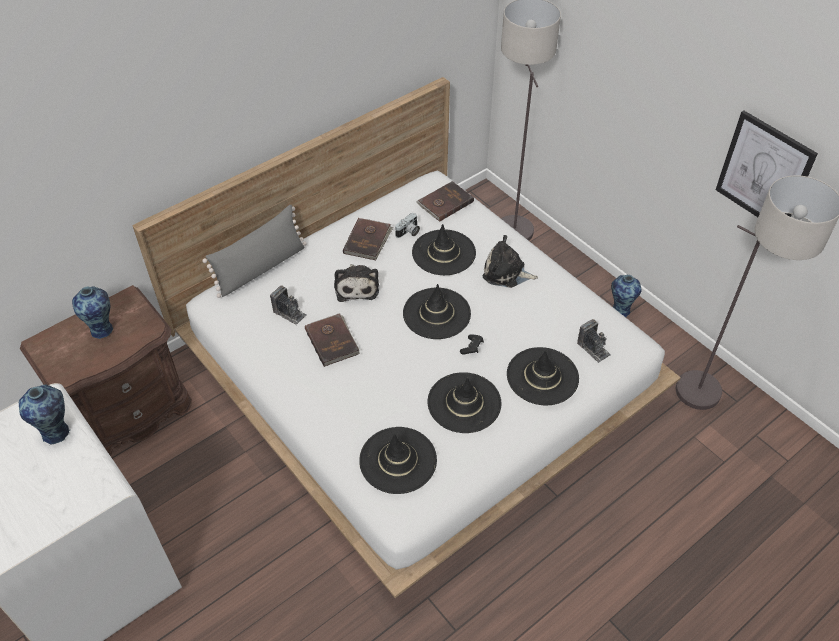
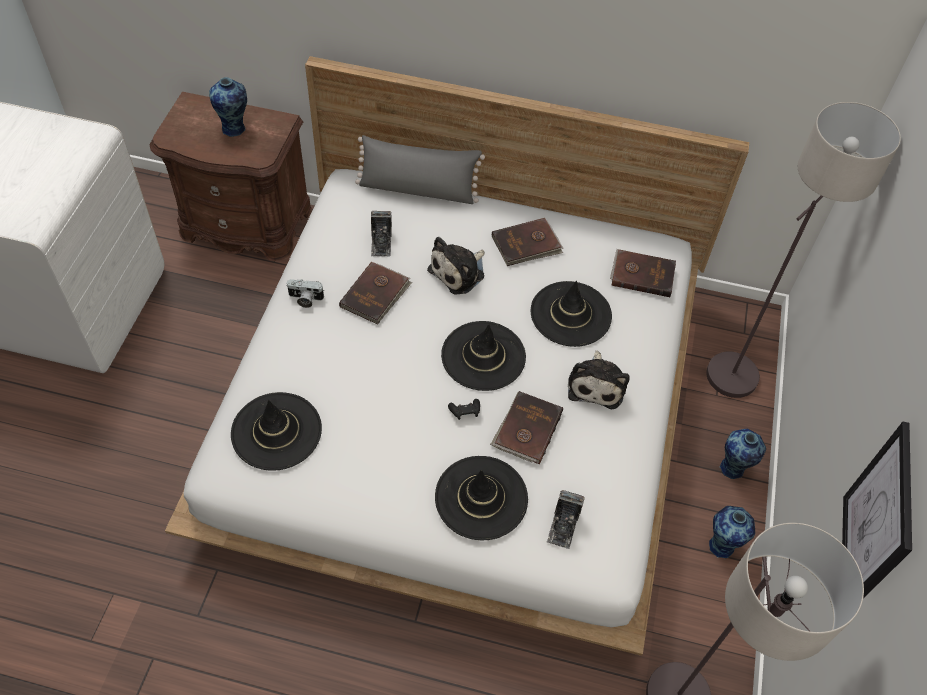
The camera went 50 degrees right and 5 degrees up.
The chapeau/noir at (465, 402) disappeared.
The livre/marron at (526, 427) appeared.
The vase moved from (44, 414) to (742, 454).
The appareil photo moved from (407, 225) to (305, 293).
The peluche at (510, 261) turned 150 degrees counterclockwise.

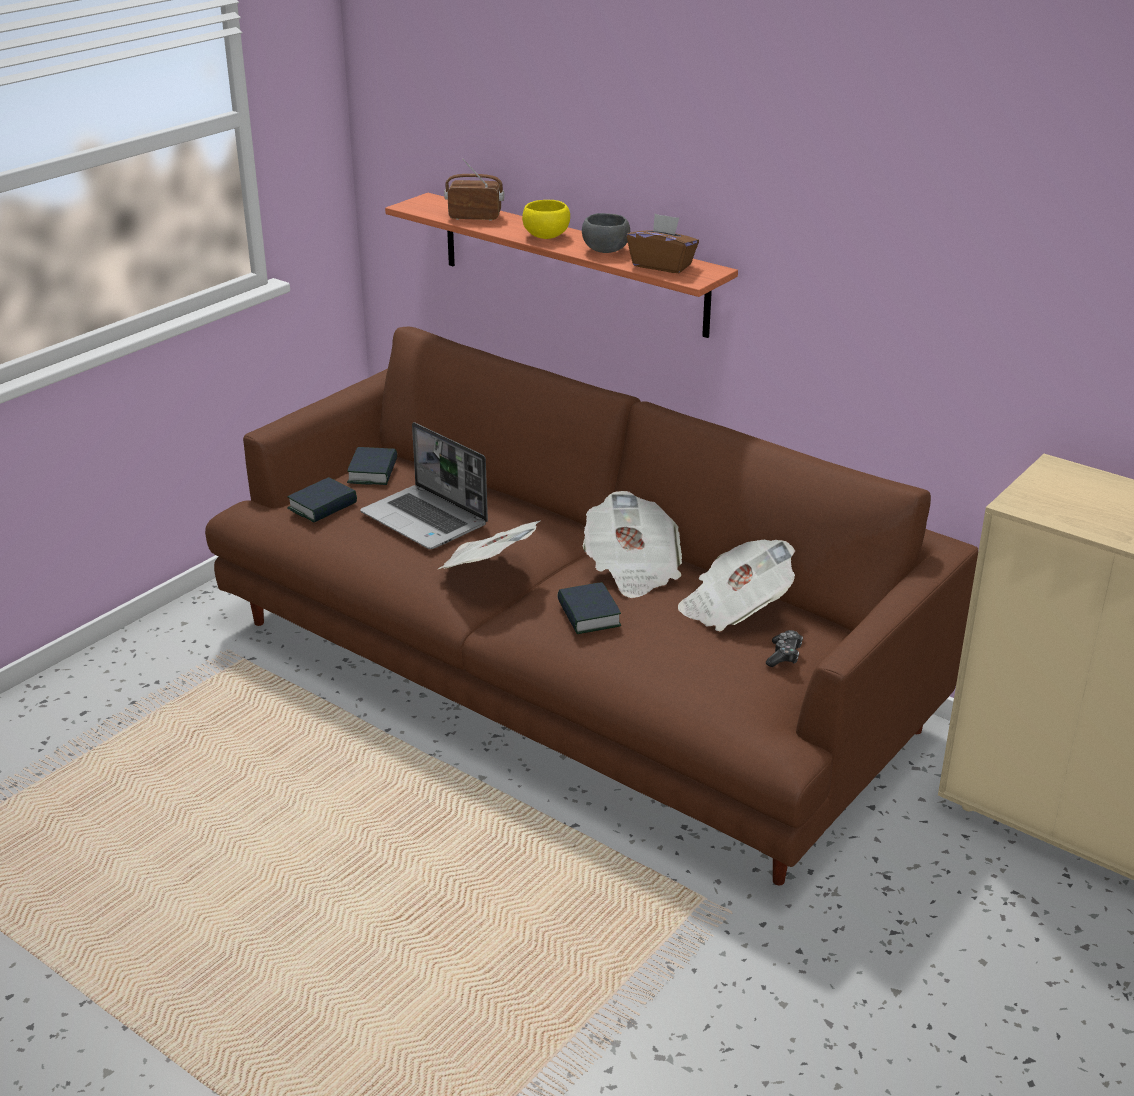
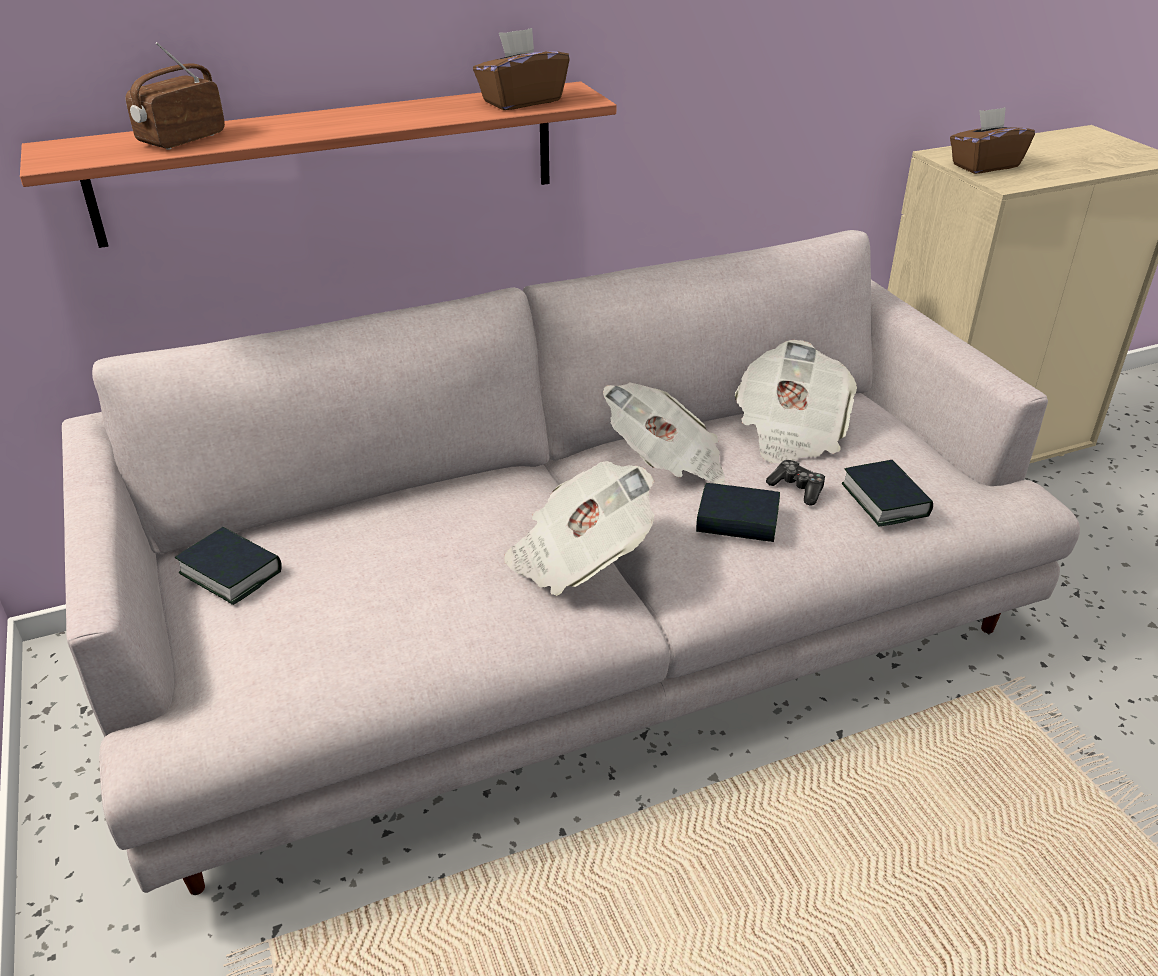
The camera went 60 degrees left and 5 degrees up.
The ordinateur portable at (424, 485) disappeared.
The bol/jaune at (546, 219) disappeared.
The bol/gris at (606, 233) disappeared.
The boîte à mouchoirs/marron at (992, 140) appeared.
The livre moved from (322, 499) to (887, 493).
The manette moved from (784, 648) to (795, 482).
The canapé/marron at (591, 606) became the canapé/blanc at (571, 562).

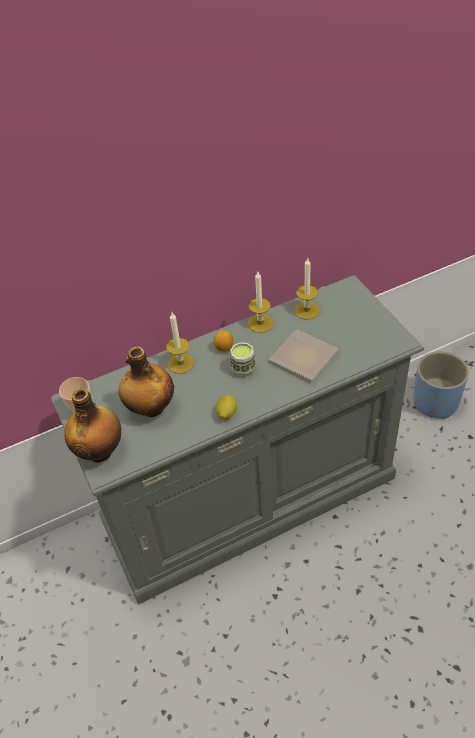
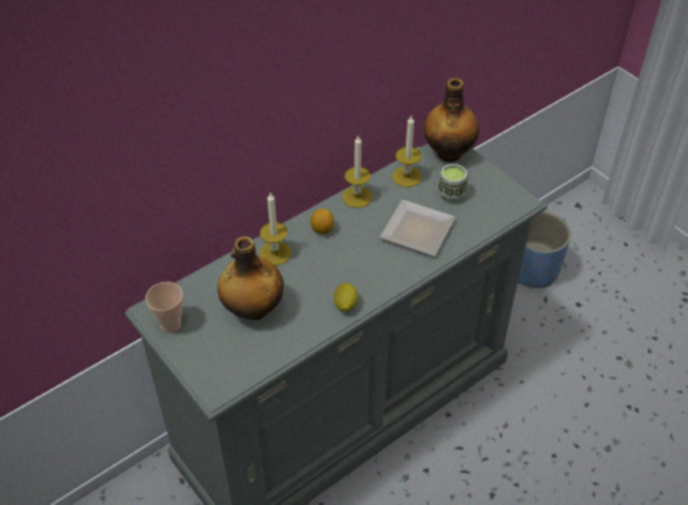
The camera went 15 degrees left and 0 degrees up.
The bouteille moved from (92, 425) to (451, 120).
The tasse moved from (243, 359) to (452, 183).

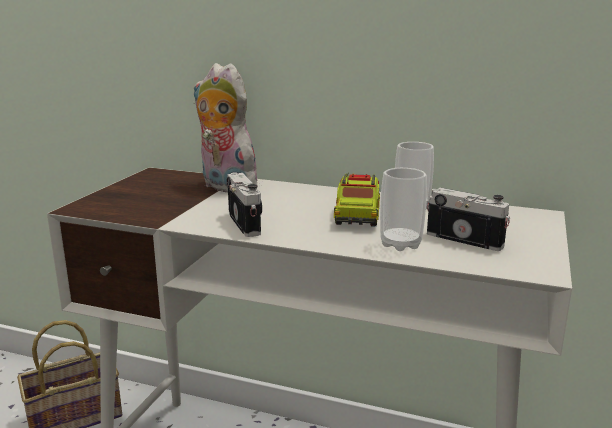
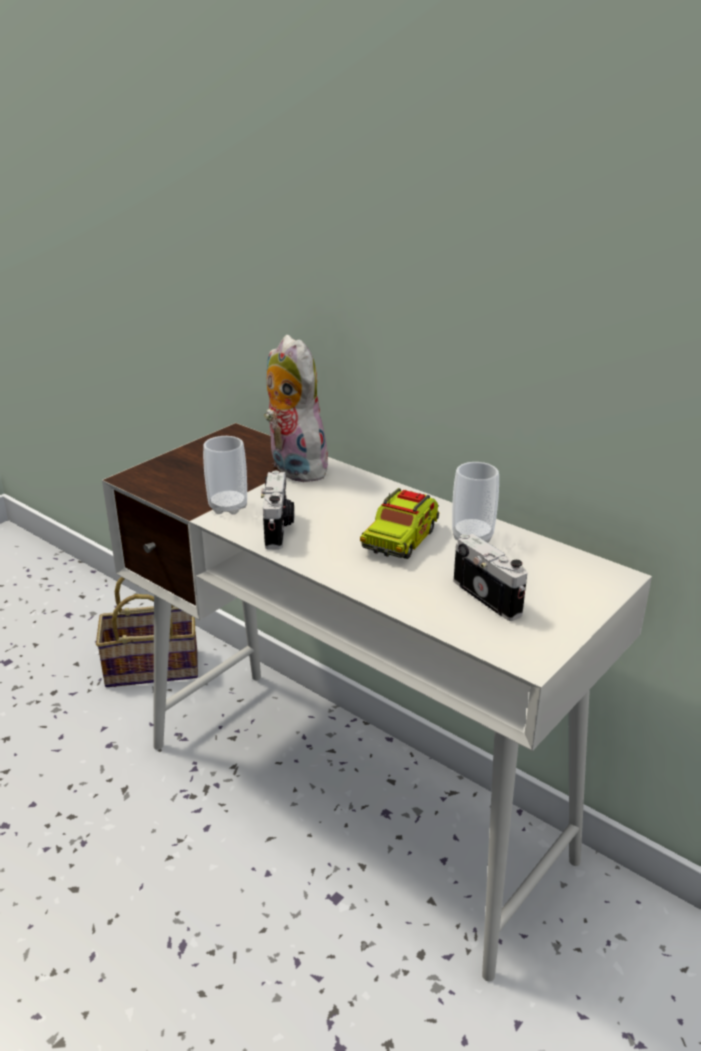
The camera went 20 degrees right and 10 degrees up.
The tasse moved from (403, 209) to (225, 475).

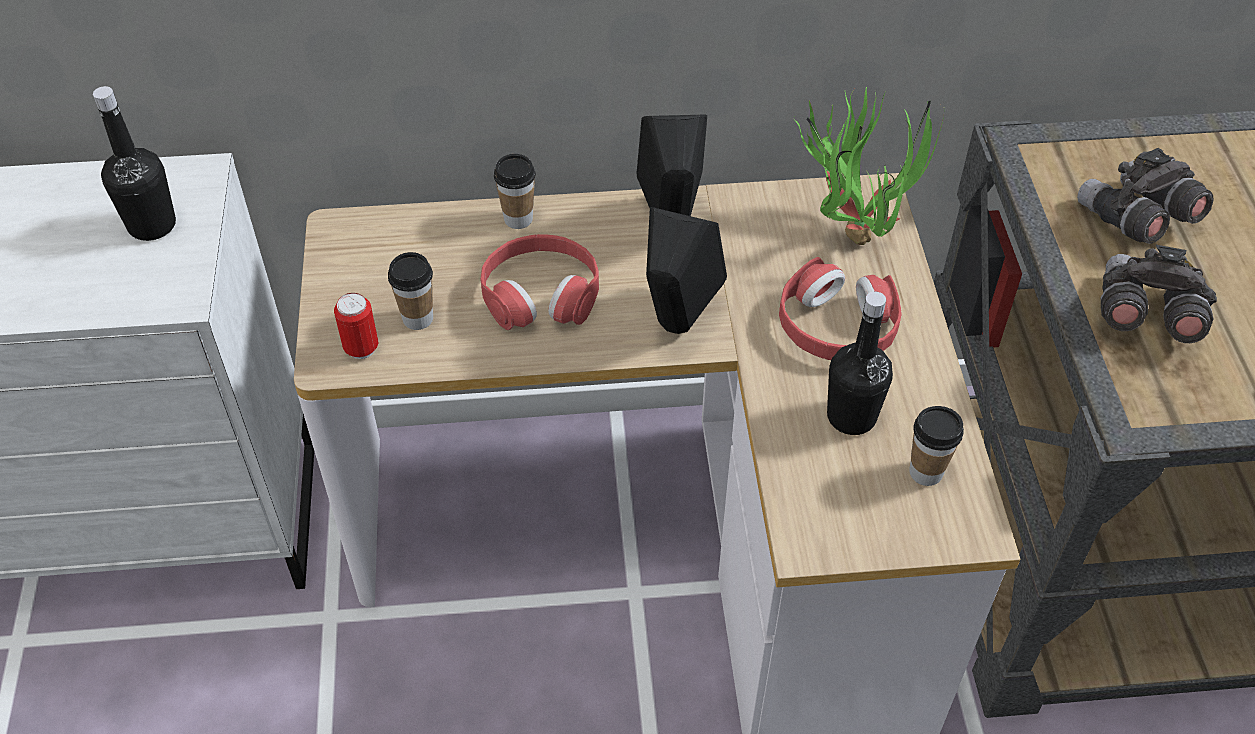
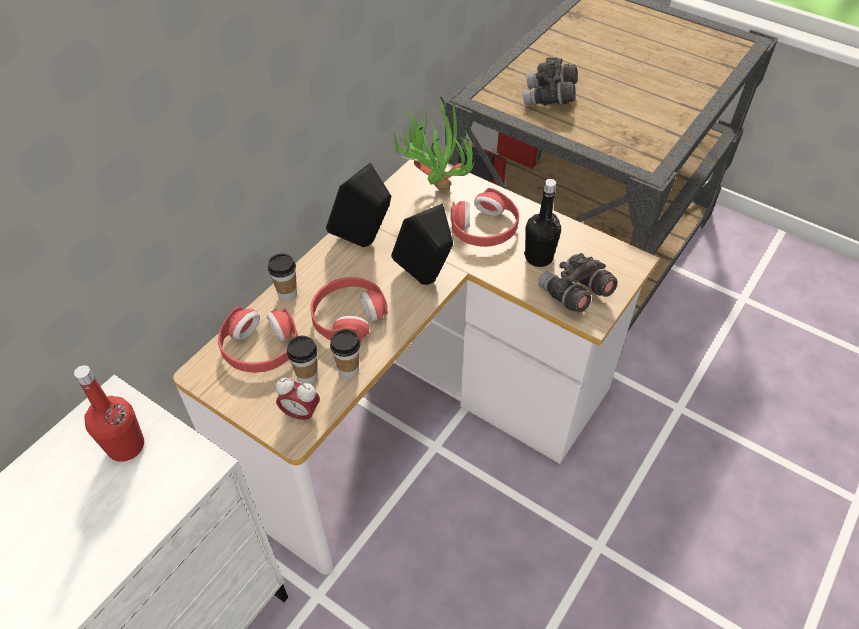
The camera went 50 degrees left and 0 degrees up.
The casque audio/rouge at (258, 339) appeared.
The tasse moved from (936, 446) to (345, 354).
The jumelles/gris moved from (1159, 294) to (577, 283).
The boîte métallique at (356, 326) was replaced by the réveil at (298, 400).
The bouteille/noir at (134, 163) became the bouteille/rouge at (109, 413).

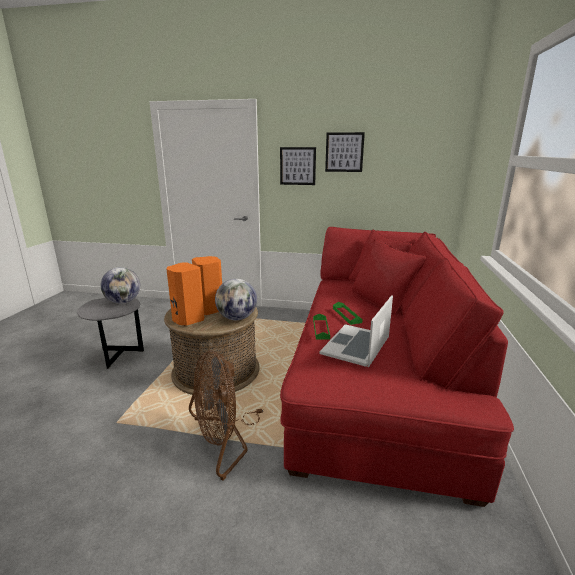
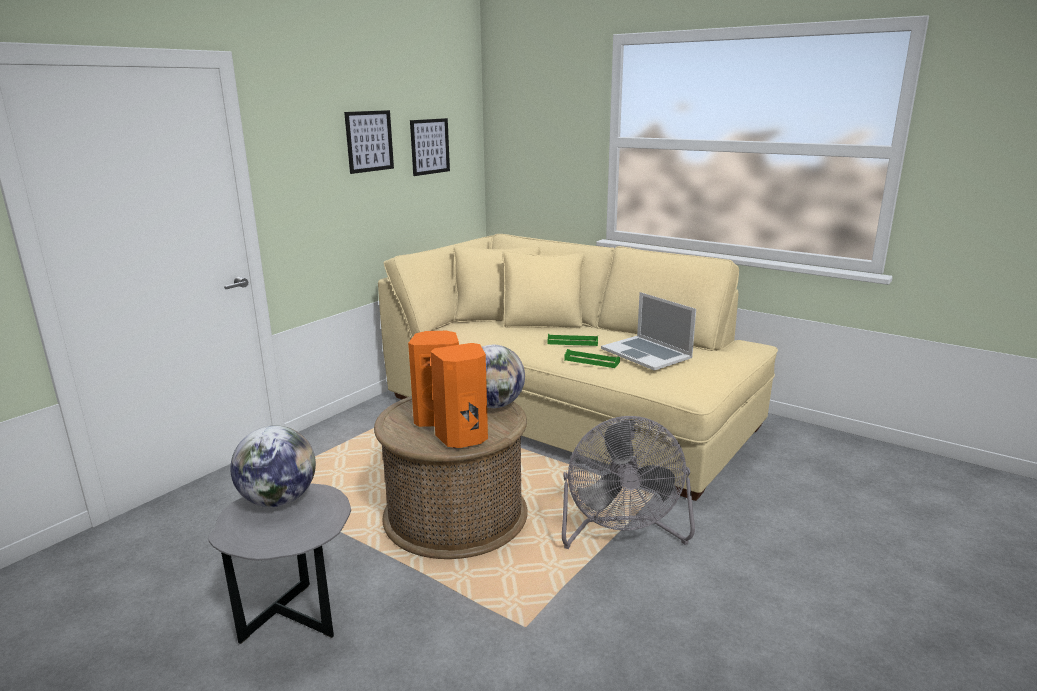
The camera went 65 degrees left and 0 degrees up.
The tableau moved from (298, 166) to (430, 147).
The ventilateur/marron at (226, 415) became the ventilateur/gris at (628, 482).
The canapé/rouge at (397, 367) became the canapé/beige at (578, 367).

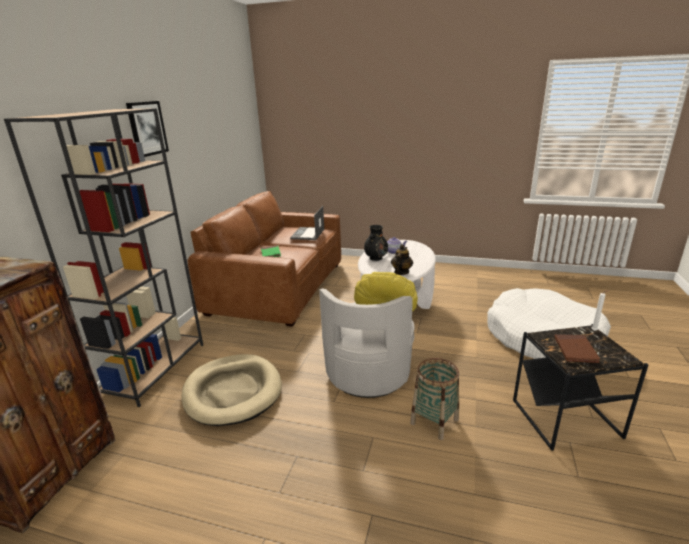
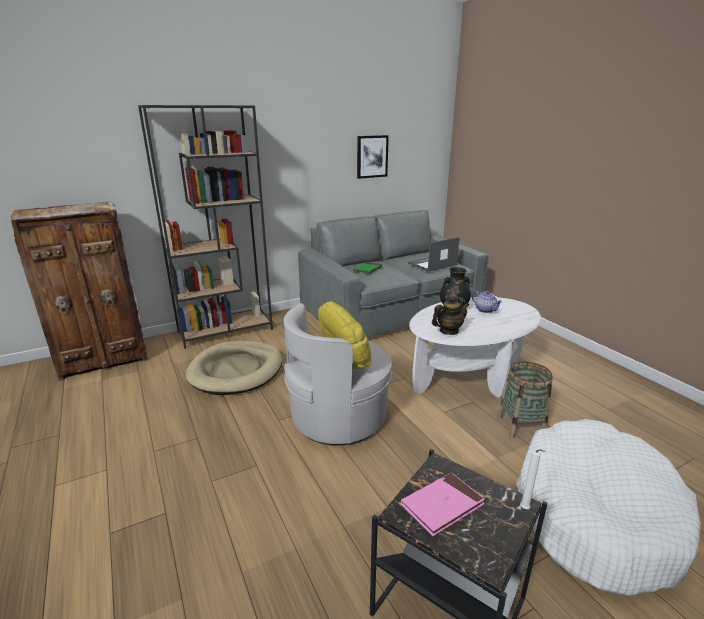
The camera went 45 degrees right and 0 degrees up.
The tableau moved from (147, 129) to (373, 157).
The panier moved from (434, 399) to (525, 399).
The canapé/marron at (264, 258) became the canapé/gris at (393, 273).
The livre/marron at (577, 348) became the livre/rose at (443, 504).

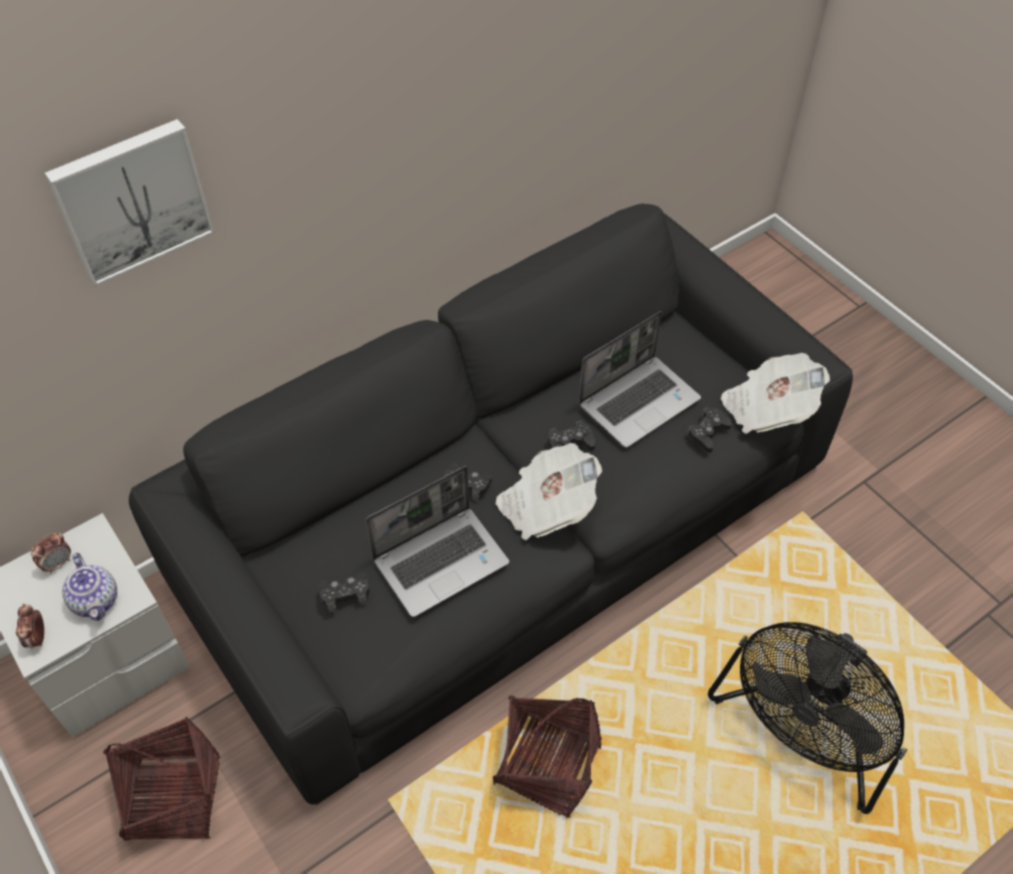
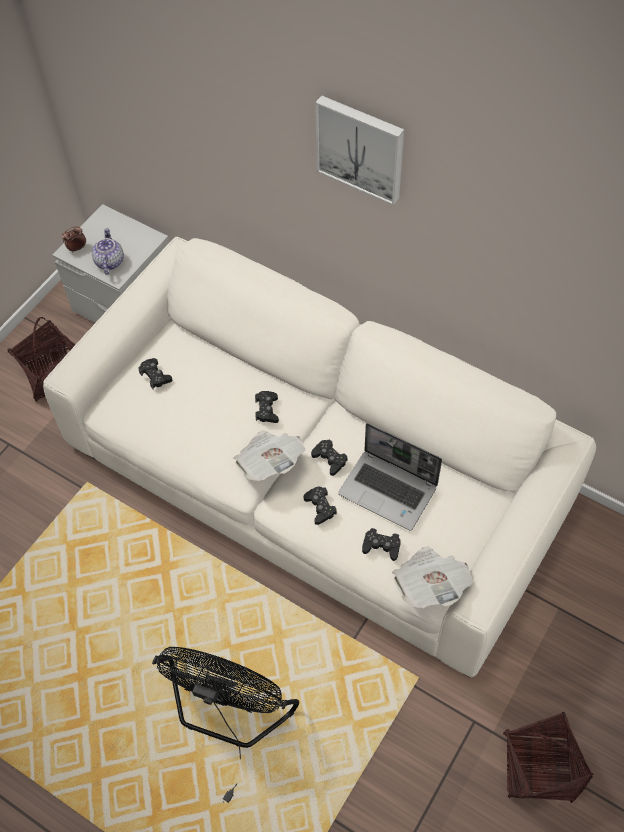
The camera went 70 degrees right and 5 degrees up.
The réveil at (50, 553) disappeared.
The ordinateur portable at (437, 541) disappeared.
The manette/noir at (320, 506) appeared.
The tableau moved from (130, 203) to (359, 150).
The panier moved from (547, 757) to (548, 757).
The canapé/noir at (491, 504) became the canapé/blanc at (319, 457).
The théière at (89, 587) turned 135 degrees clockwise.
The ventilateur/noir at (807, 718) turned 90 degrees clockwise.

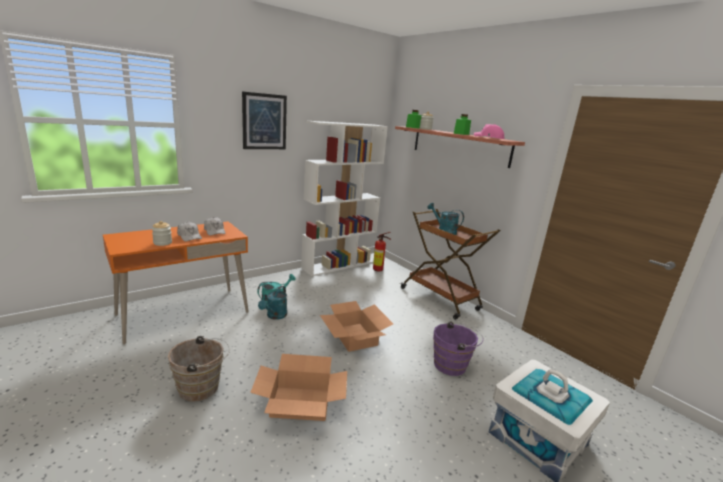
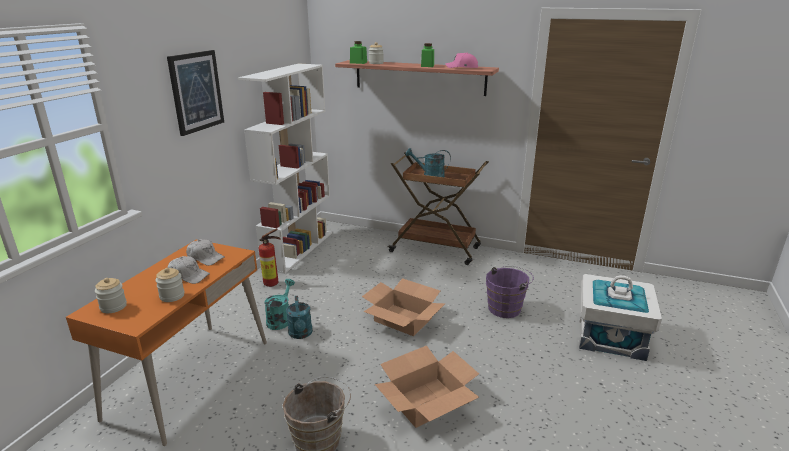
The camera went 30 degrees left and 5 degrees up.
The bocal at (111, 295) appeared.
The extincteur moved from (382, 251) to (269, 257).

